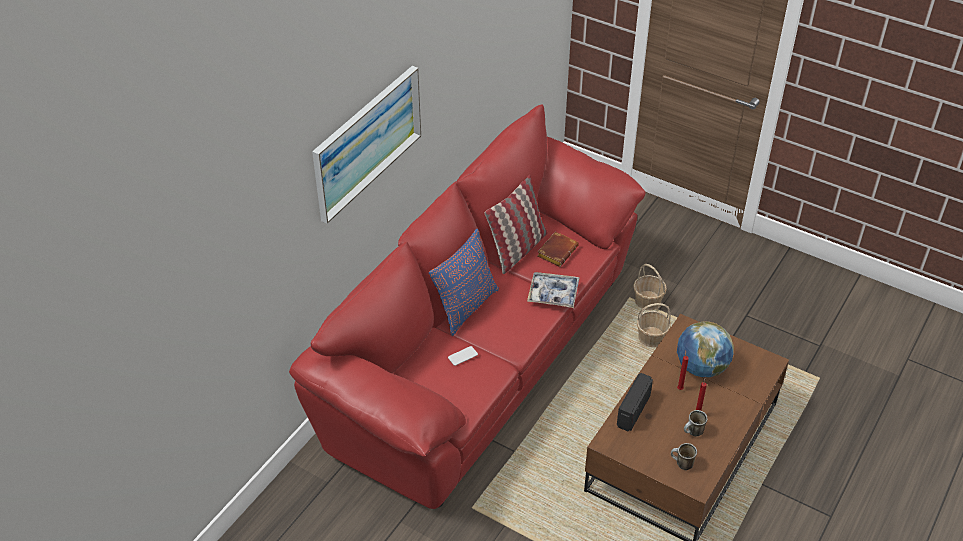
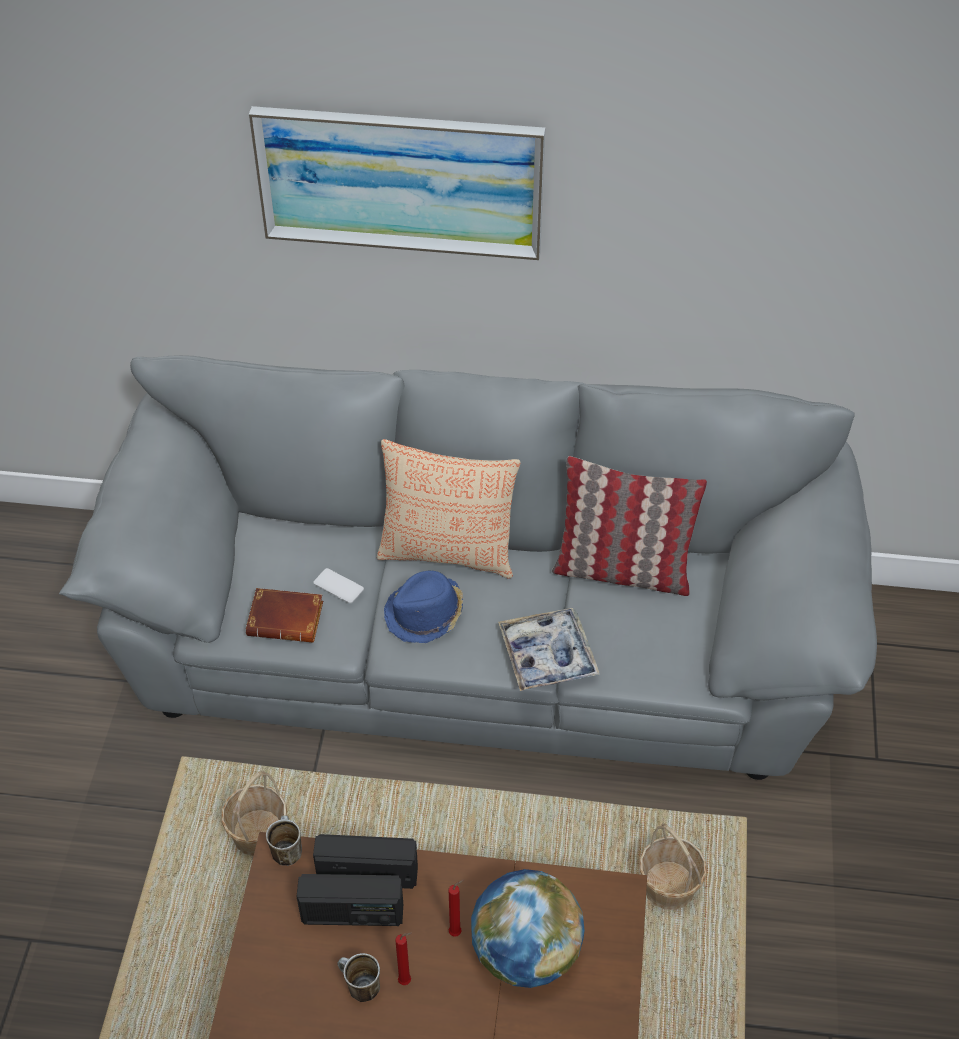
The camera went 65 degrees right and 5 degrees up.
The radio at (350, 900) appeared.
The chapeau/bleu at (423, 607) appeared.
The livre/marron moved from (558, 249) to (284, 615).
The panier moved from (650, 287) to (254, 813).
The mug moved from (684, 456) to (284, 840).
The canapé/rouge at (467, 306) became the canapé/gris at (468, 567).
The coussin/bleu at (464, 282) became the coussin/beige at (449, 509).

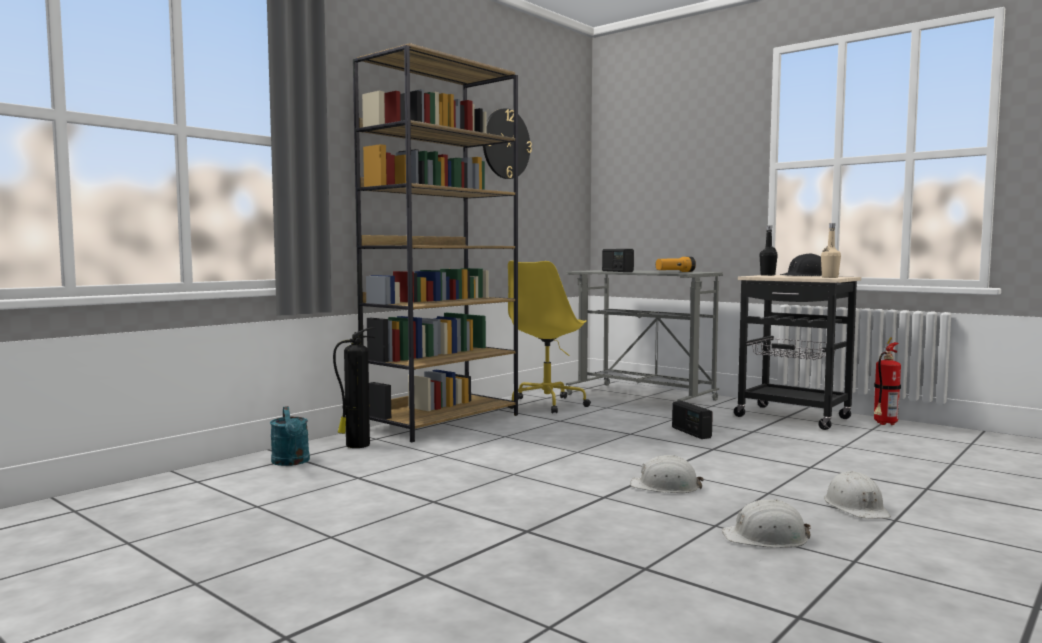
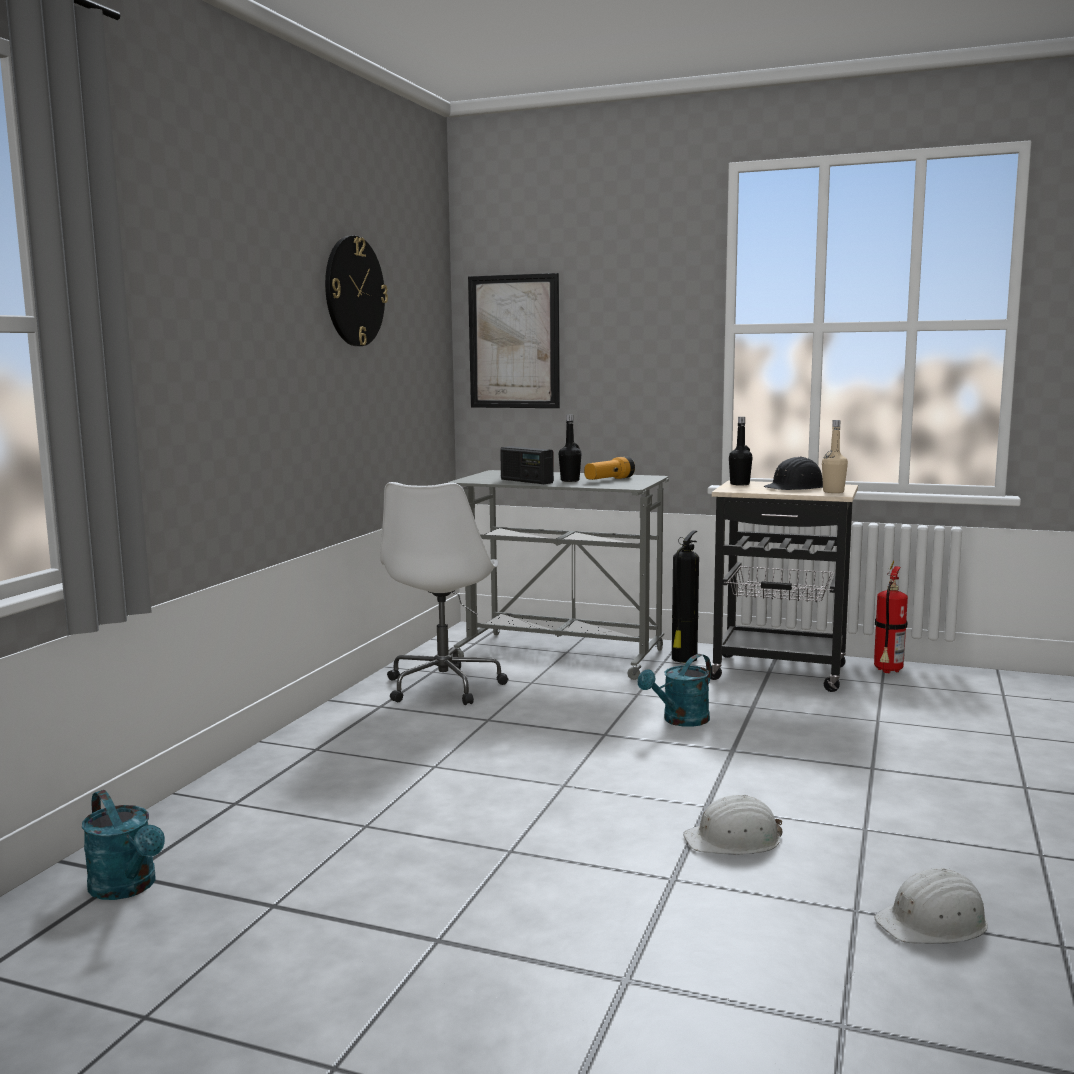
The camera went 20 degrees left and 5 degrees up.
The bibliothèque/marron at (435, 242) disappeared.
The casque de chantier/blanc at (857, 495) disappeared.
The tableau at (514, 340) appeared.
The bouteille/noir at (570, 448) appeared.
The extincteur moved from (354, 387) to (685, 596).
The radio at (692, 420) was replaced by the arrosoir/turquoise at (674, 690).
The chaise de bureau/jaune at (549, 337) became the chaise de bureau/blanc at (444, 593).

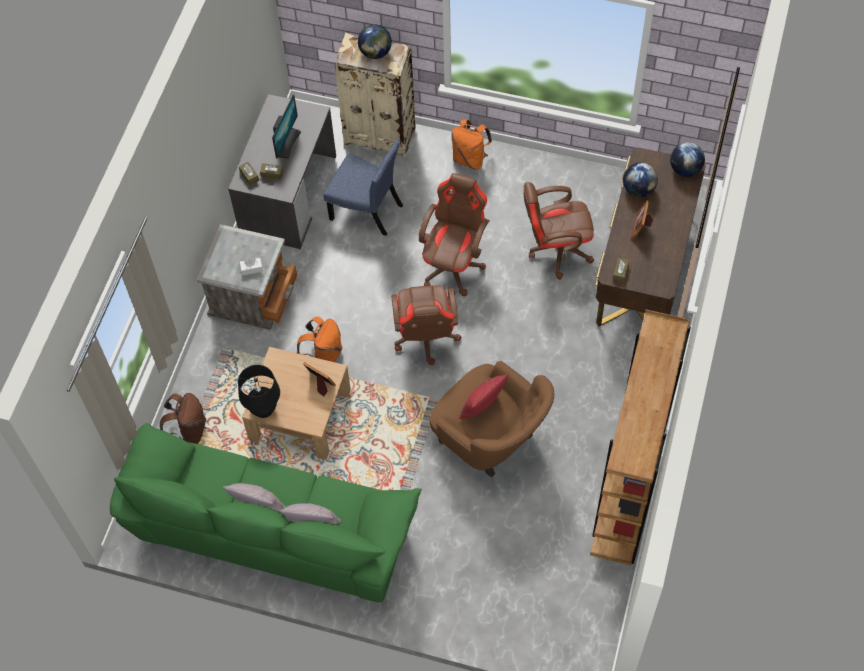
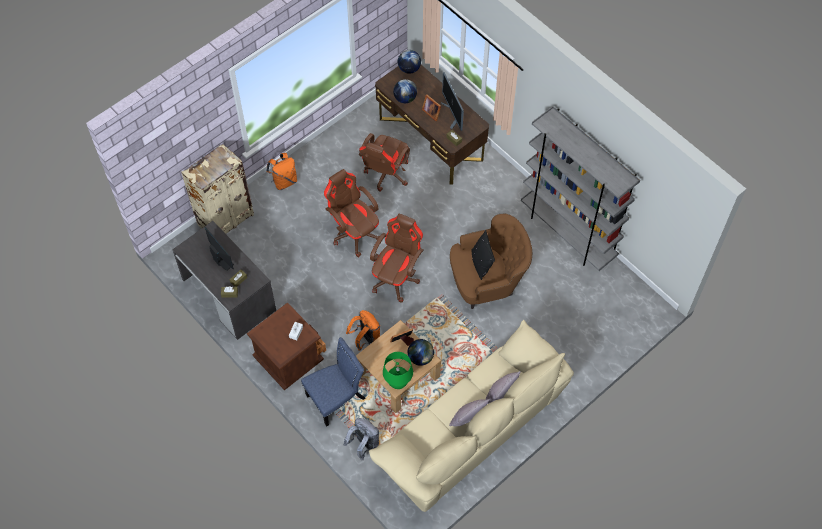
The camera went 60 degrees left and 0 degrees up.
The écran d'ordinateur at (452, 101) appeared.
The chaise/bleu moved from (363, 188) to (333, 382).
The globe moved from (375, 41) to (421, 352).
The canapé/vert at (266, 512) became the canapé/beige at (471, 415).
The sac à dos/marron at (183, 418) became the sac à dos/gris at (361, 439).
The table de chevet/gris at (247, 277) became the table de chevet/marron at (286, 346).
The lampe de table/noir at (259, 391) became the lampe de table/vert at (398, 370).
The coussin/rouge at (484, 396) became the coussin/noir at (483, 255).
The bibliothèque/marron at (640, 437) became the bibliothèque/gris at (580, 188).
The chaise de bureau/marron at (426, 325) turned 90 degrees counterclockwise.

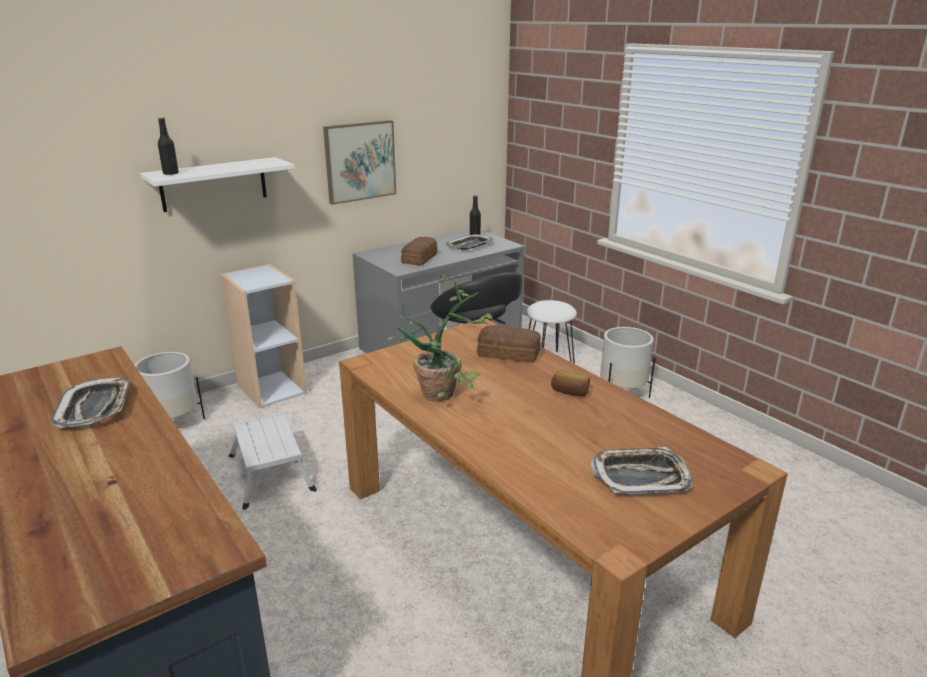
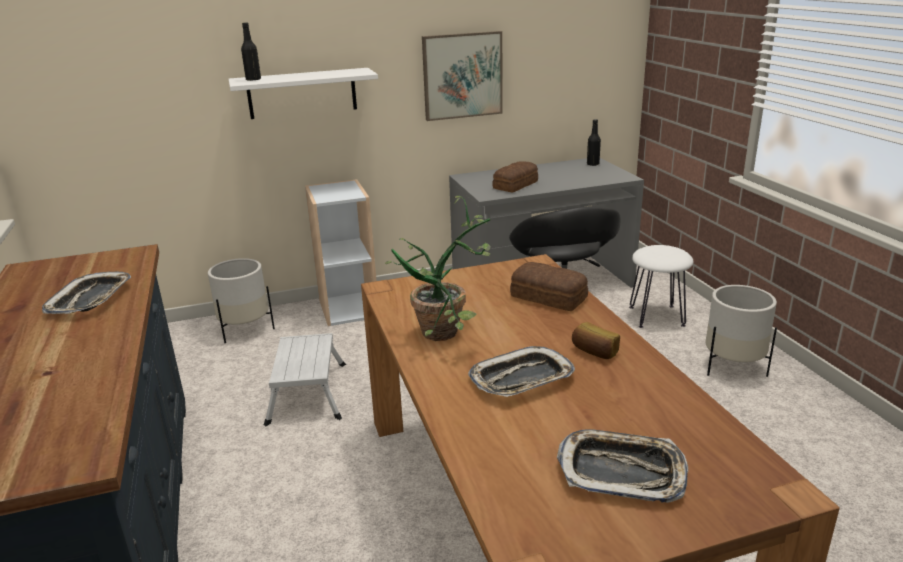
The camera went 20 degrees right and 0 degrees up.
The plateau moved from (469, 242) to (521, 371).

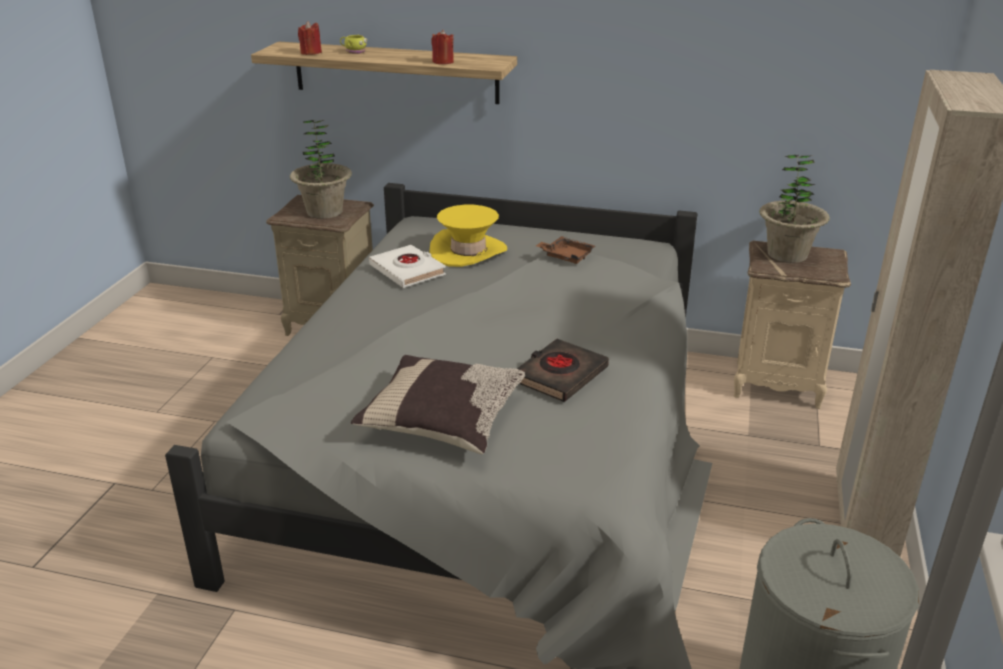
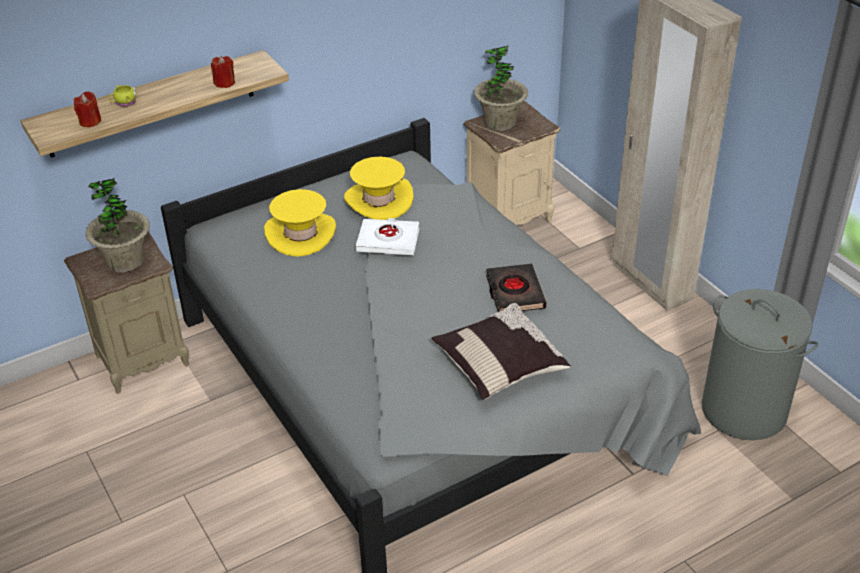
The camera went 45 degrees left and 10 degrees up.
The livre/blanc moved from (407, 266) to (388, 237).
The plateau/marron at (565, 250) was replaced by the chapeau/jaune at (379, 188).

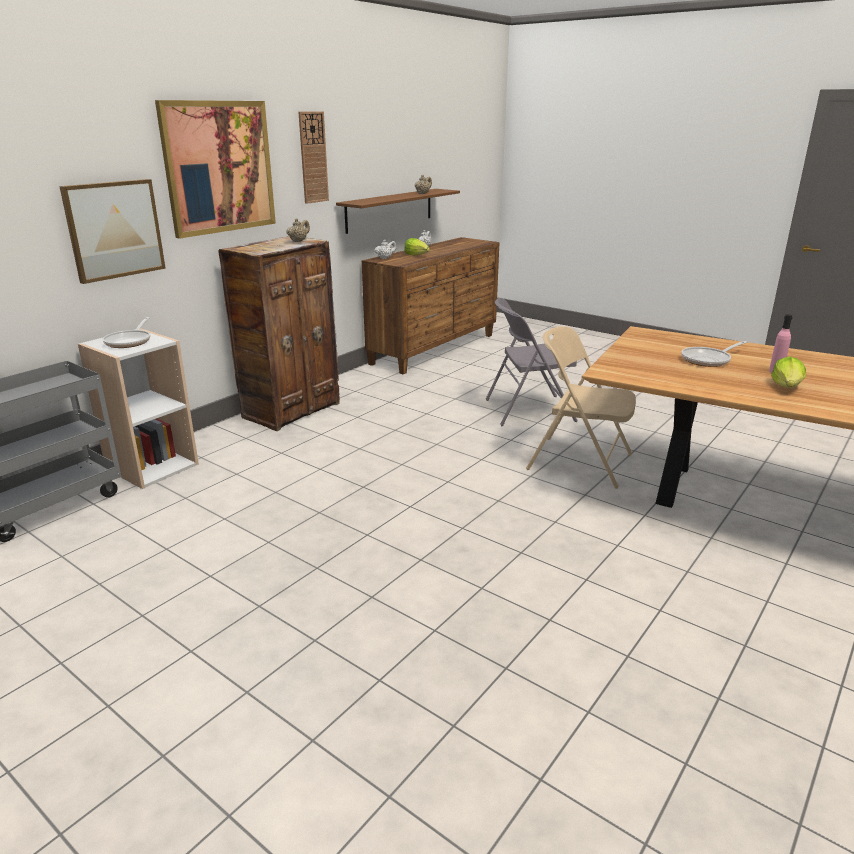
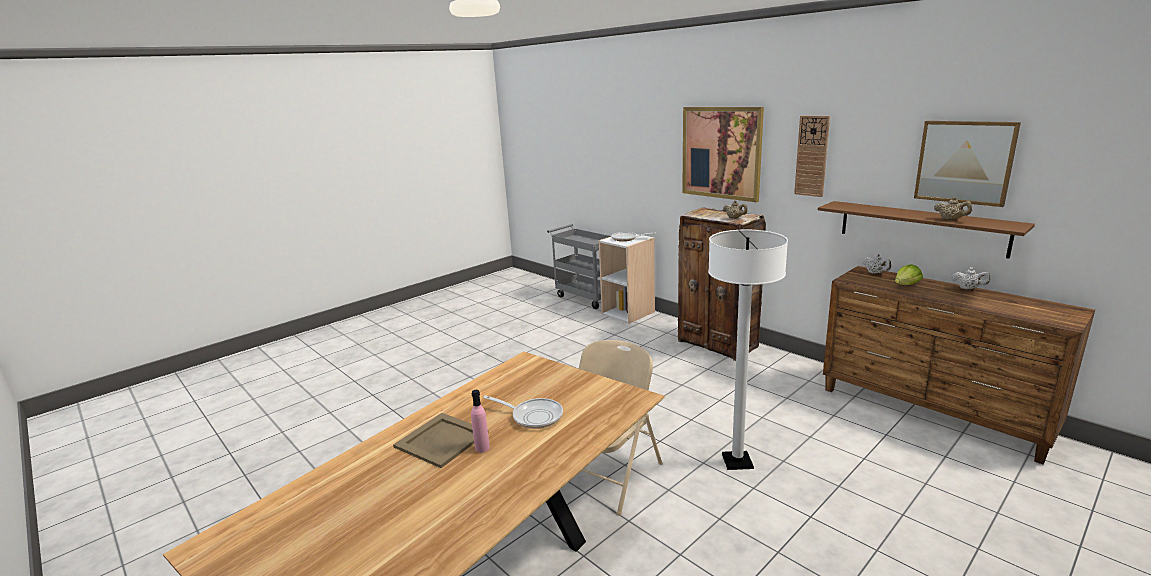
The camera went 100 degrees right and 5 degrees down.
The tableau moved from (112, 231) to (967, 164).
The chaise/gris at (531, 362) was replaced by the lampadaire/blanc at (748, 350).
The laitue at (788, 372) was replaced by the plateau/beige at (441, 440).
The poêle at (714, 354) turned 135 degrees clockwise.

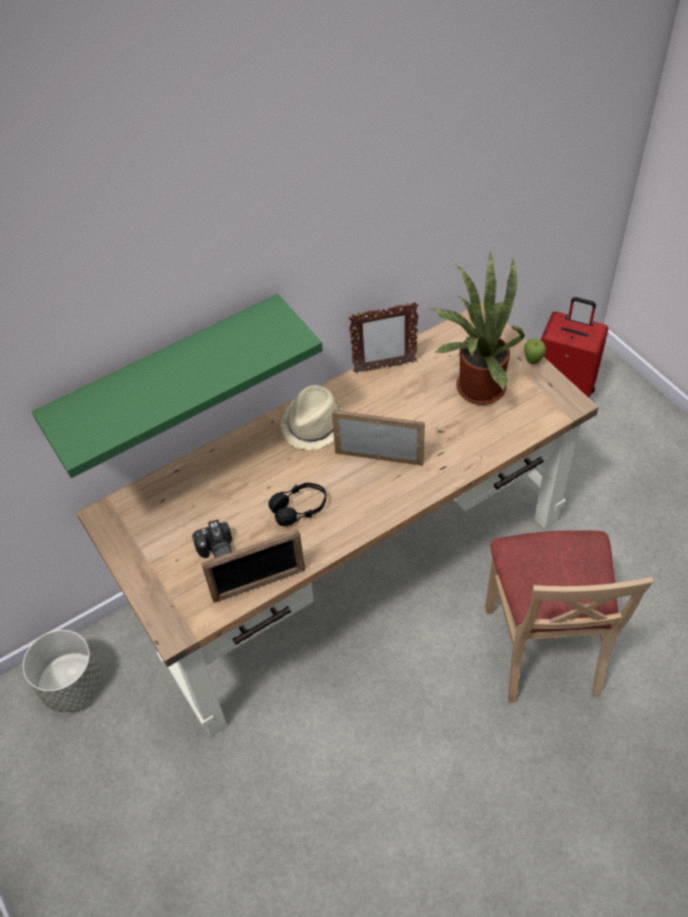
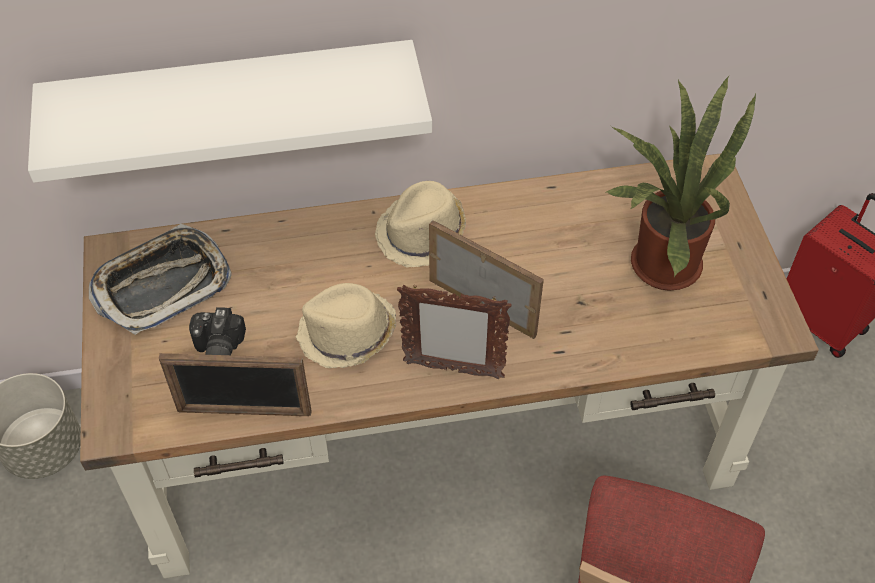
The camera went 20 degrees right and 0 degrees up.
The pomme at (535, 351) disappeared.
The plateau at (160, 279) appeared.
The cadre photo moved from (383, 337) to (454, 332).
The casque audio/noir at (297, 504) was replaced by the chapeau/beige at (346, 325).
The étagère/vert at (177, 386) became the étagère/blanc at (230, 111).

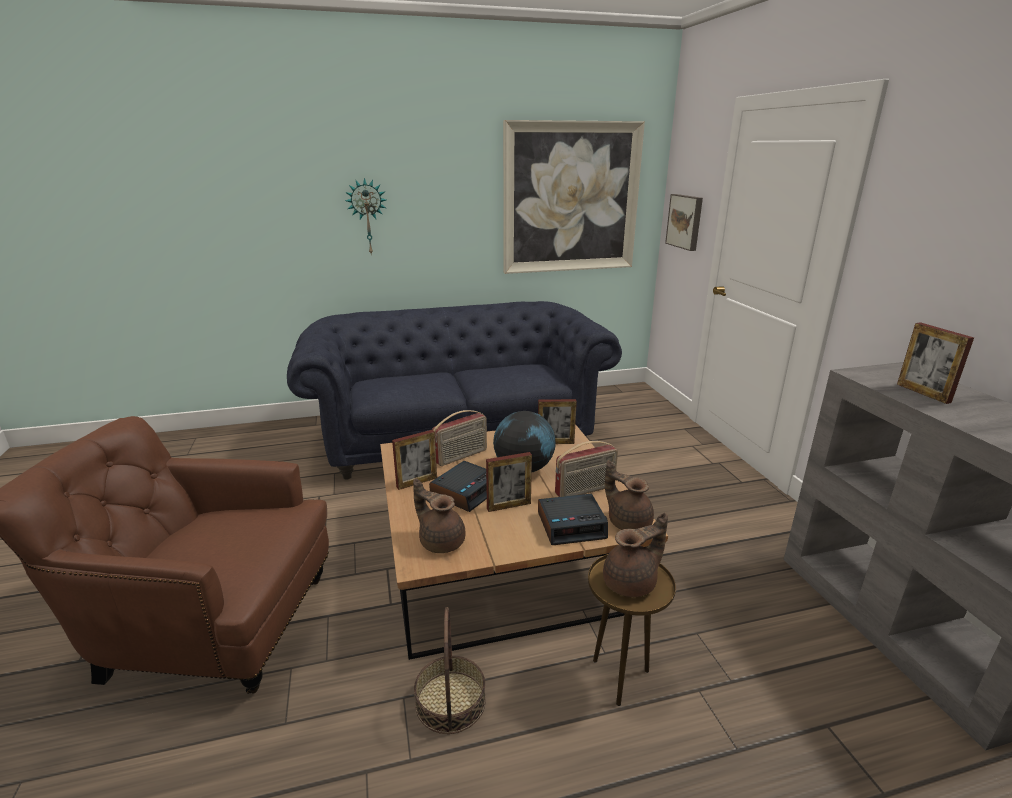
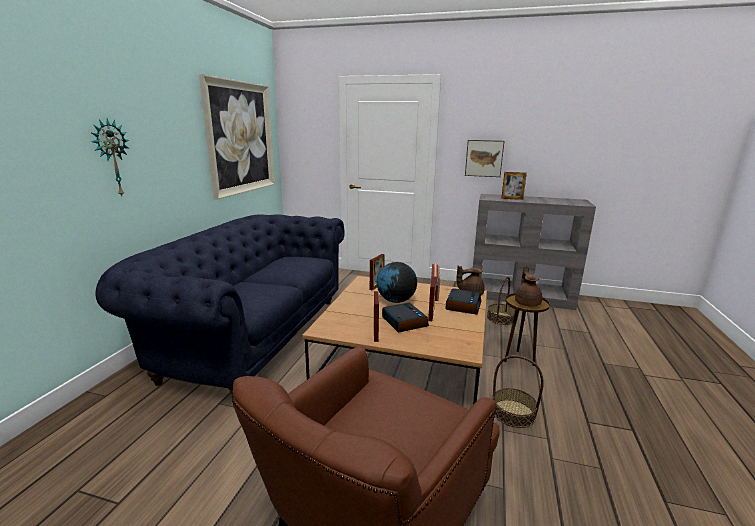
The camera went 60 degrees left and 5 degrees down.
The théière/marron at (439, 515) disappeared.
The radio at (459, 438) disappeared.
The panier at (501, 301) appeared.
The tableau moved from (684, 222) to (484, 158).

